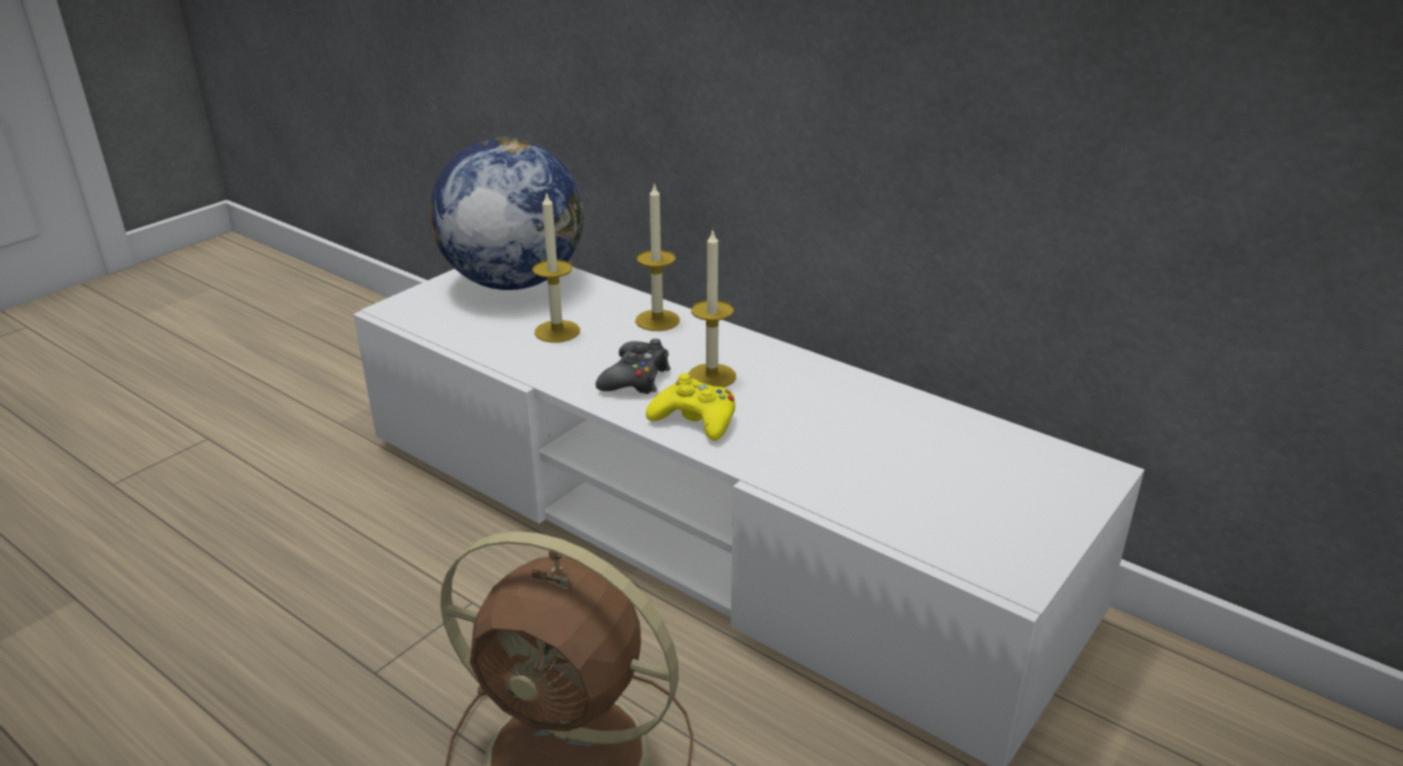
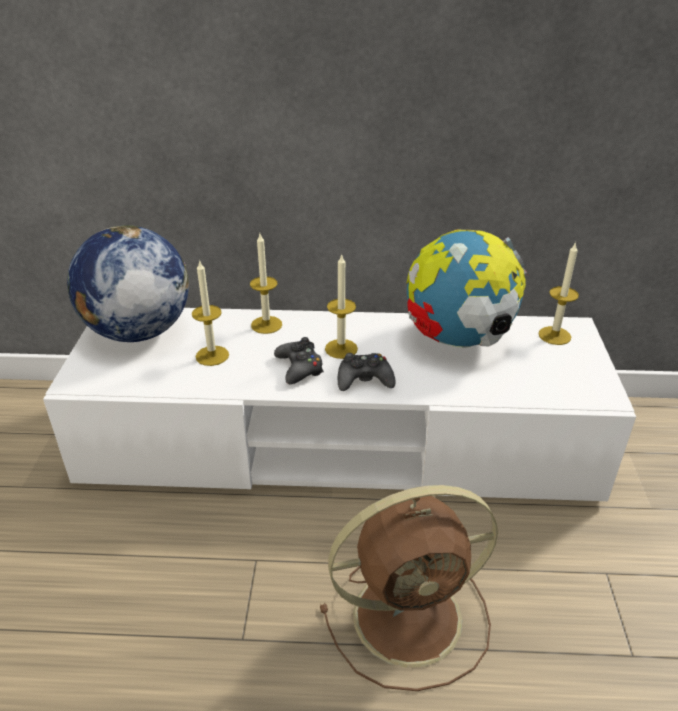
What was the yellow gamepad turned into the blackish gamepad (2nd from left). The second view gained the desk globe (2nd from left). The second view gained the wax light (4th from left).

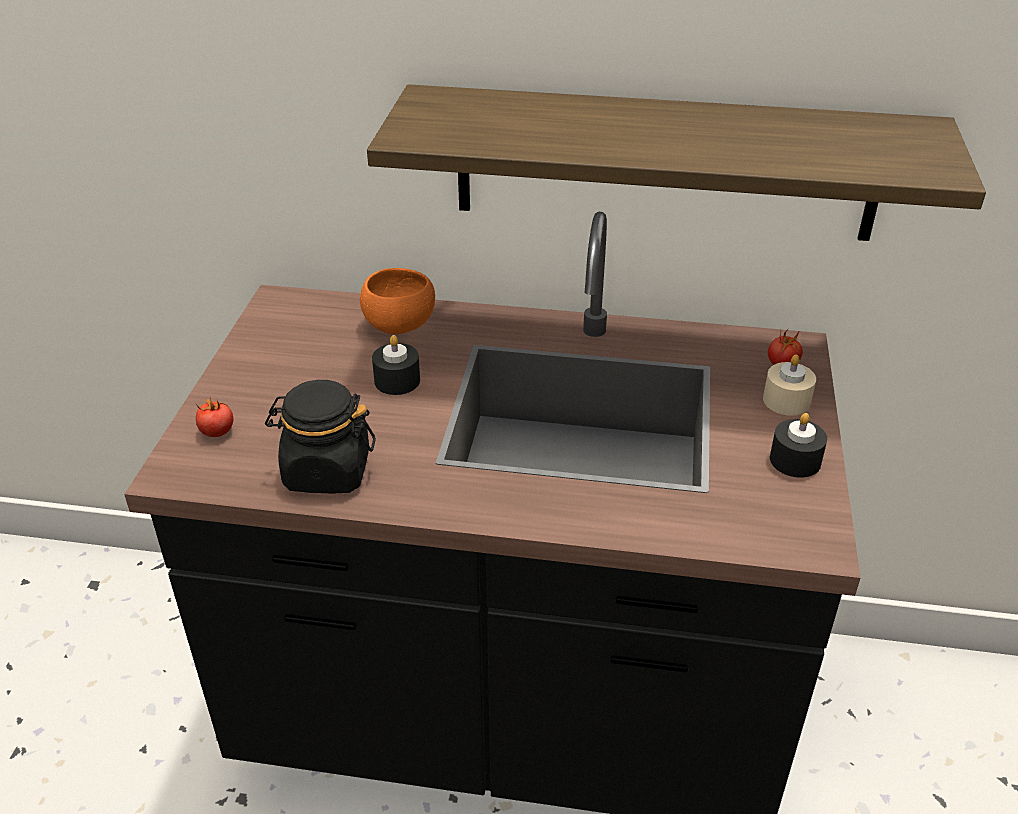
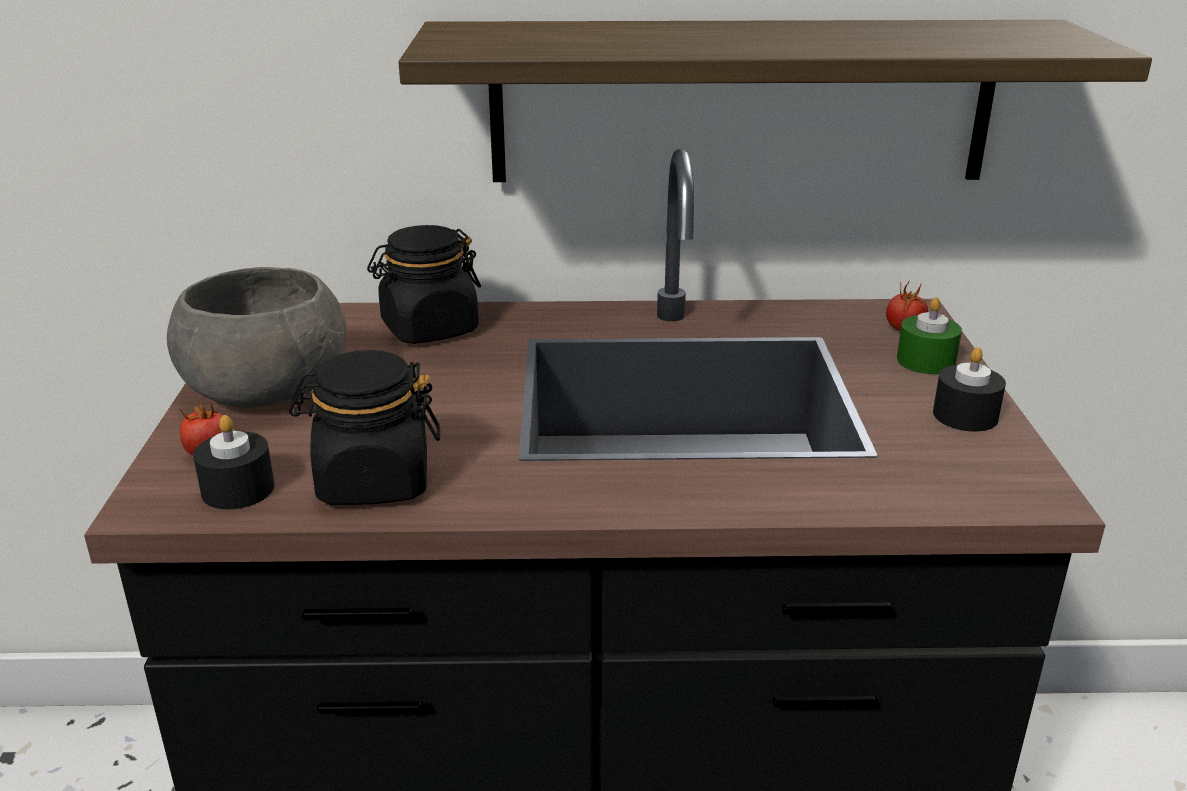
Where the orangey deep dish stood, the blackish storage jar (2nd from left) came to stand. The blackish wax light (1st from left) ended up elsewhere. What was the beige-coloured wax light turned into the green wax light. The second view gained the grey deep dish.

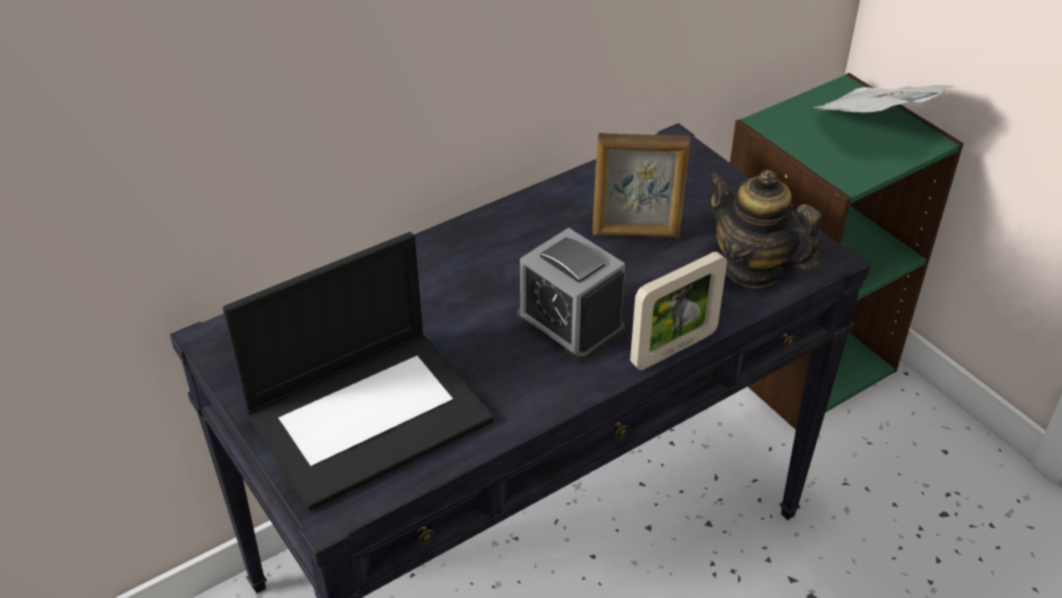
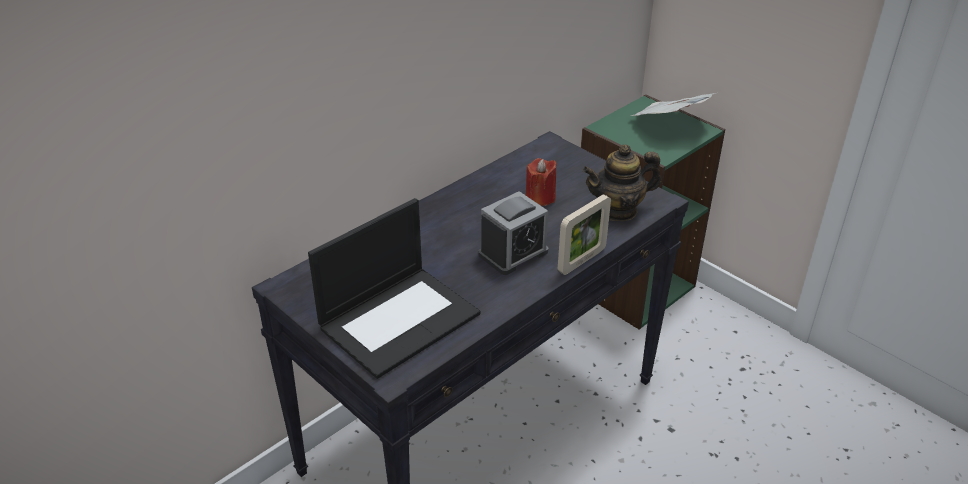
The table clock ended up facing another way, 75 degrees counterclockwise from before. Where the picture frame (1st from left) stood, the reddish wax light came to stand. The teapot ended up facing another way, 45 degrees counterclockwise from before.

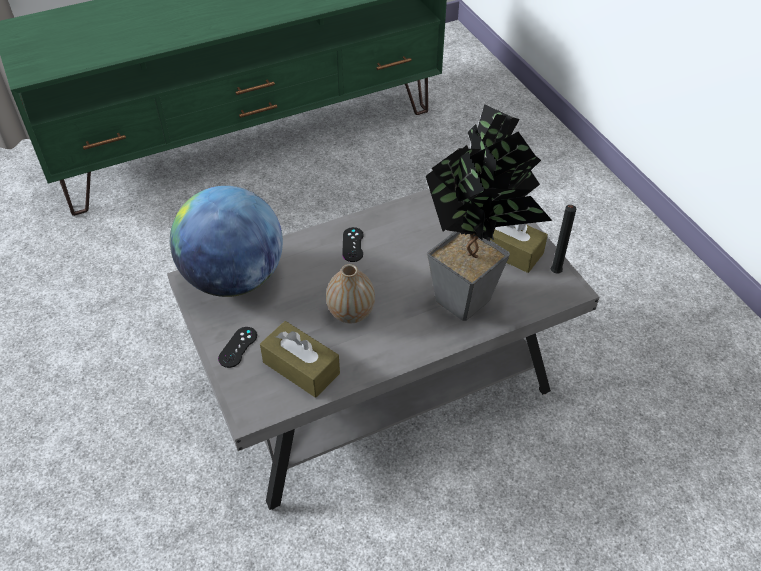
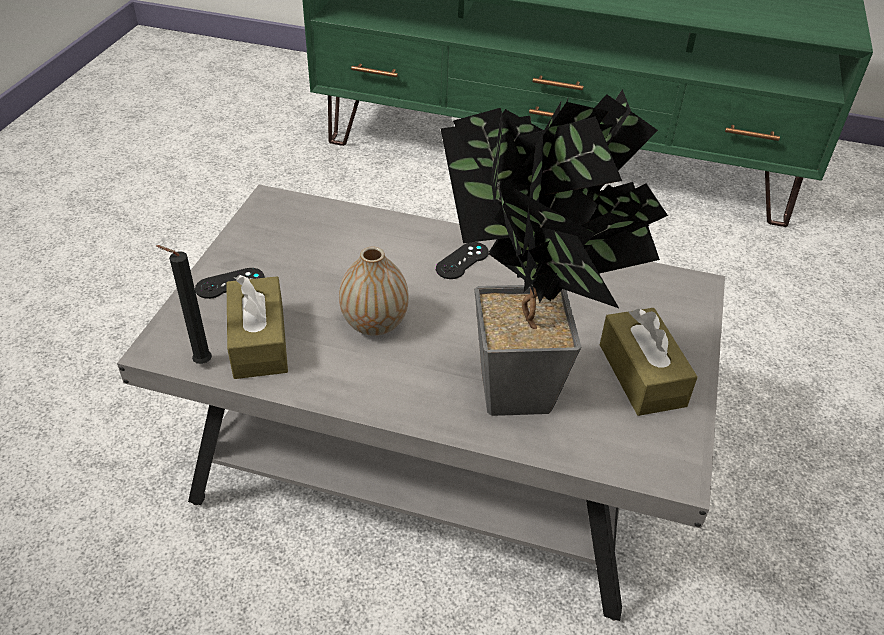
The second view lost the desk globe. The blackish wax light ended up elsewhere.

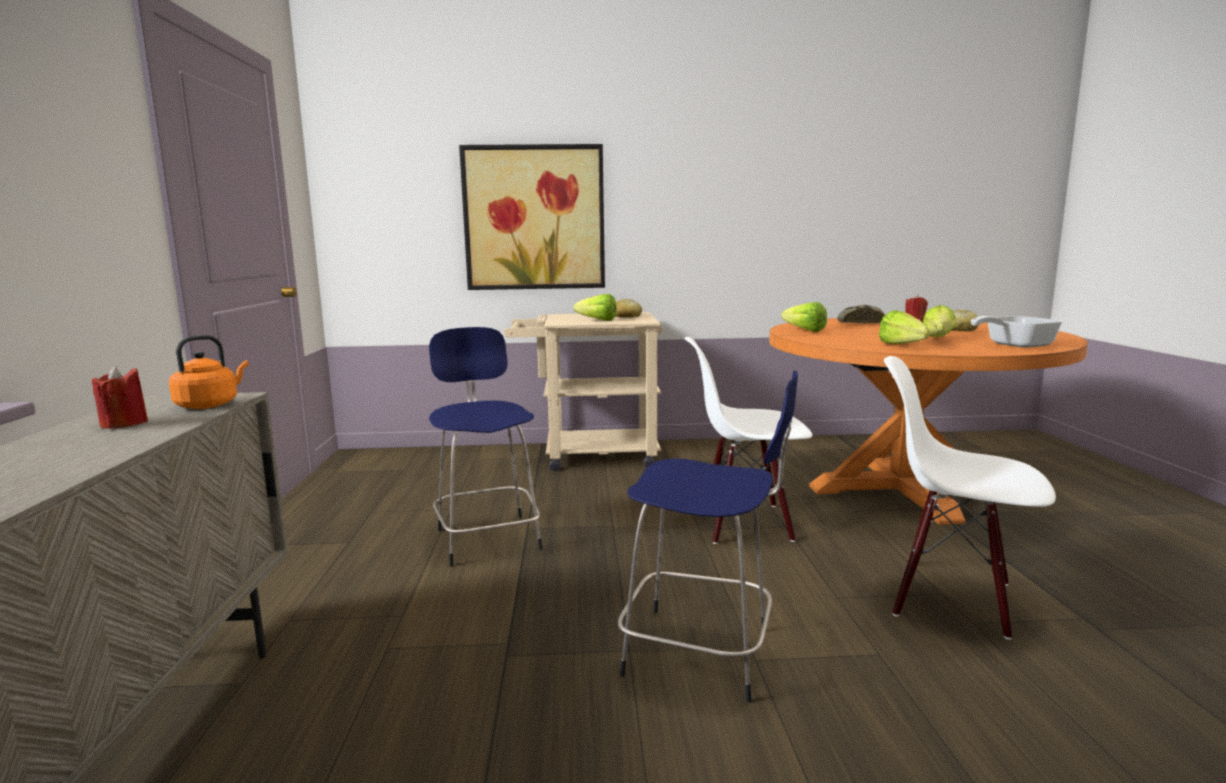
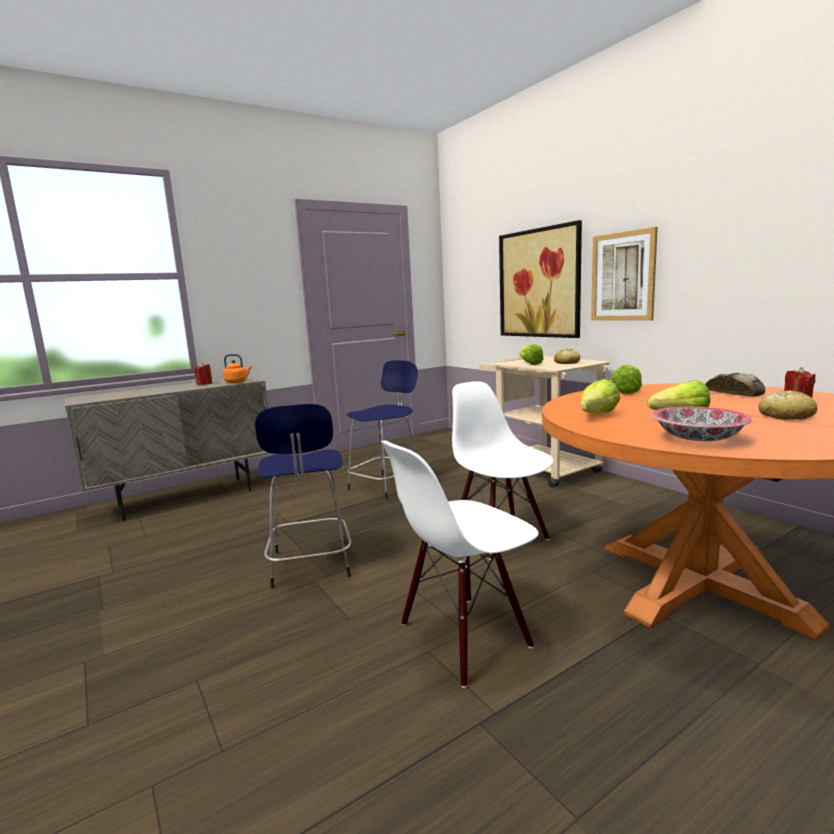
The whitish chair (2nd from left in the first image) ended up facing another way, 120 degrees counterclockwise from before. Where the pan stood, the deep dish came to stand. The second view gained the wall picture (2nd from left).

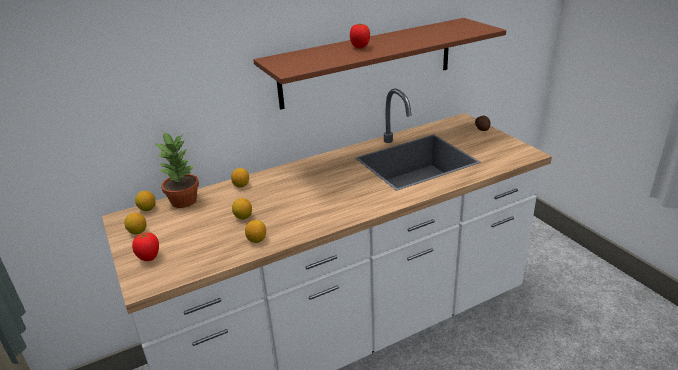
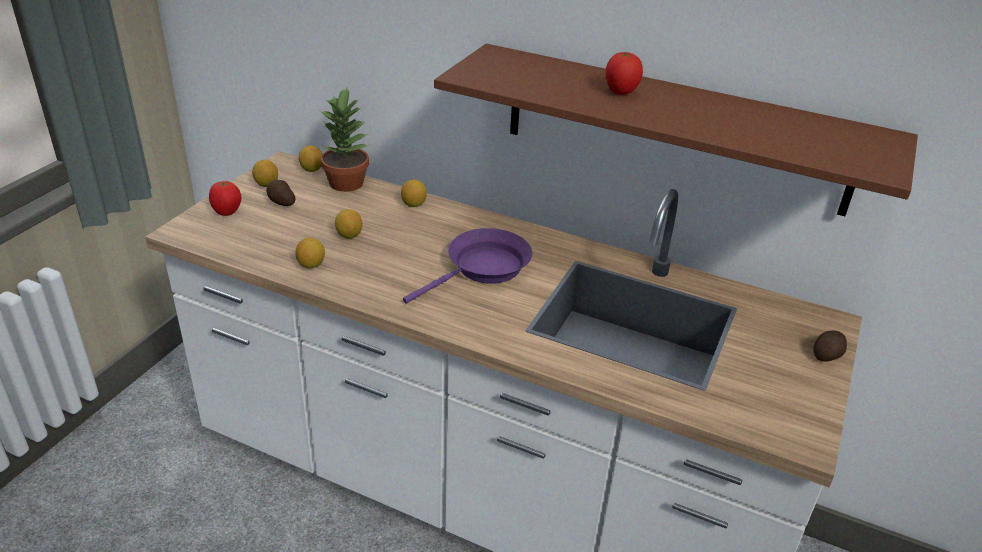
The second view gained the potato (1st from left). The second view gained the purplish pan.

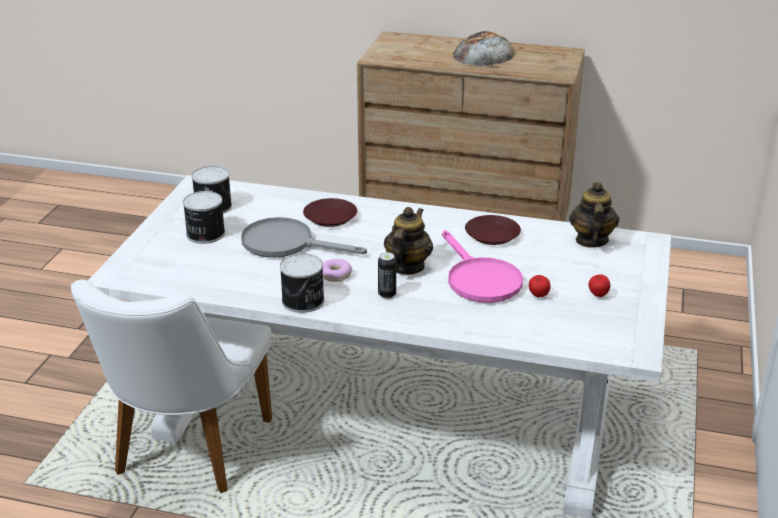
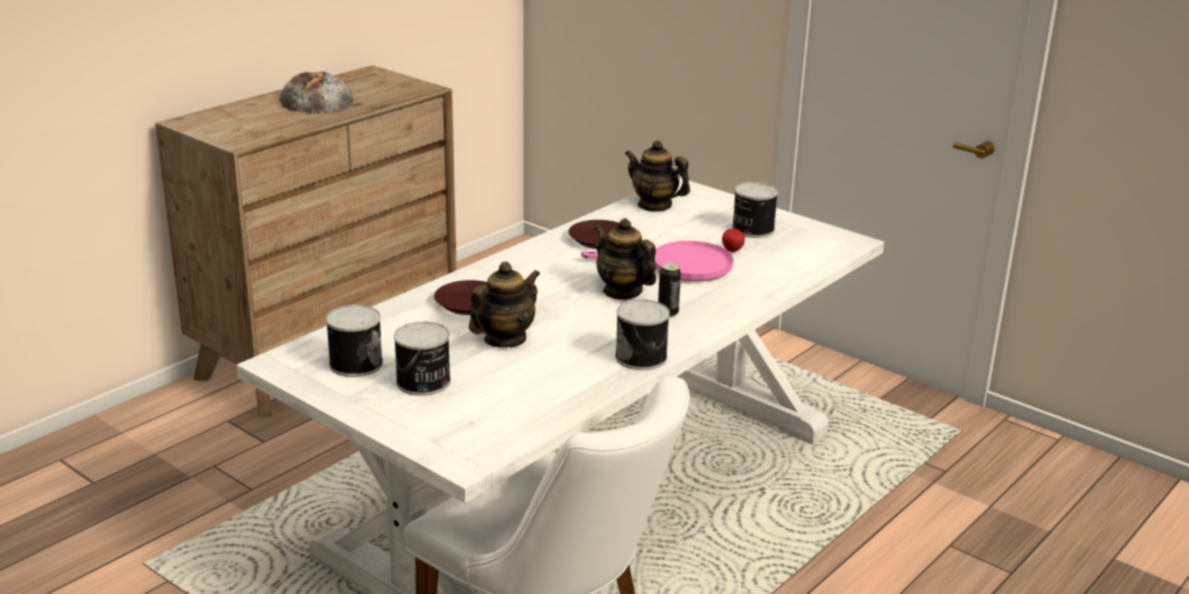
Where the grey pan stood, the teapot (1st from left) came to stand. The second view lost the doughnut. Where the whole apple (2nd from left) stood, the metal can (5th from left) came to stand.

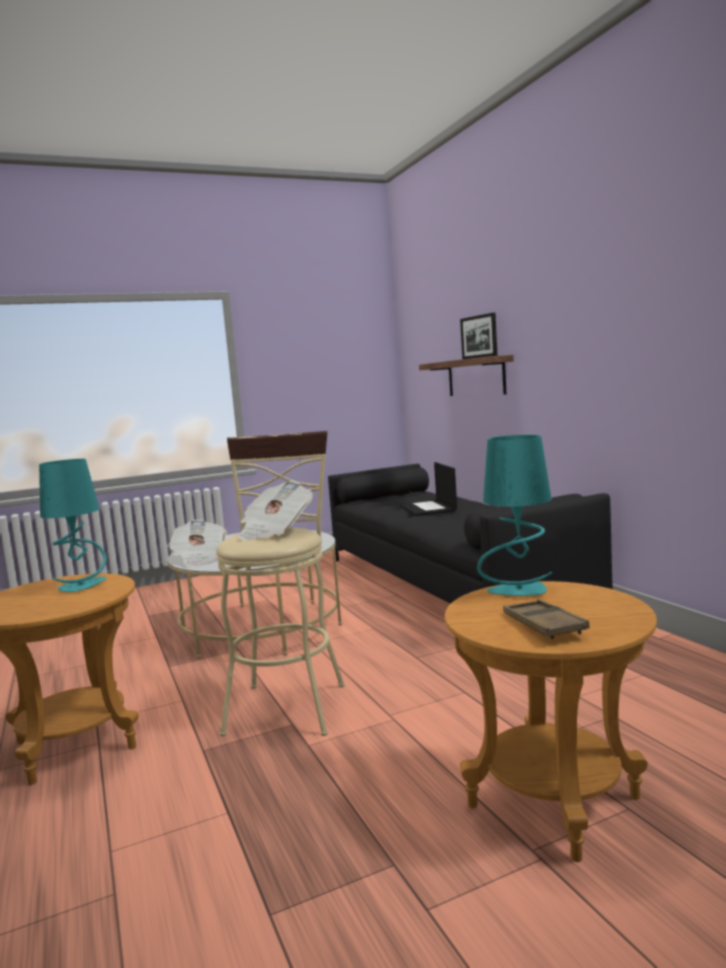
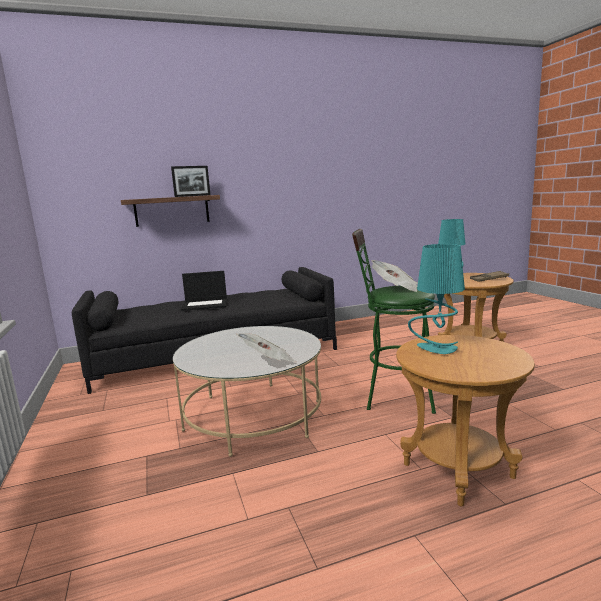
What was the beige-coloured sitting stool turned into the green sitting stool.

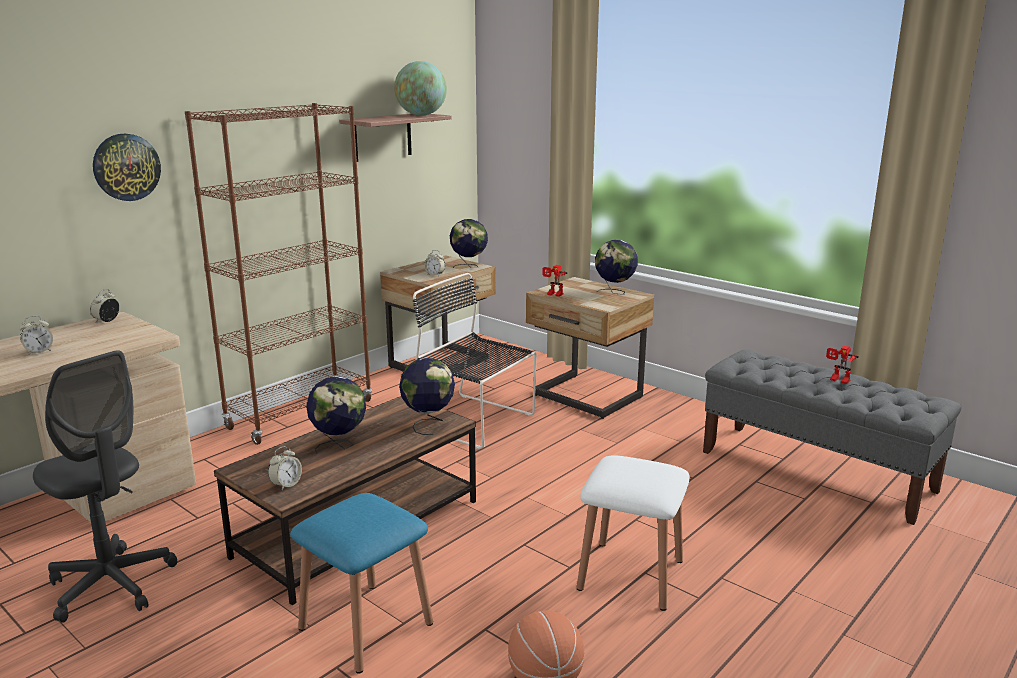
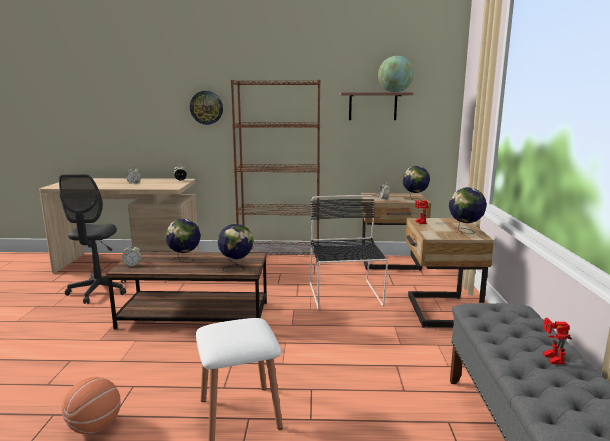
The second view lost the blue-coloured sitting stool.

